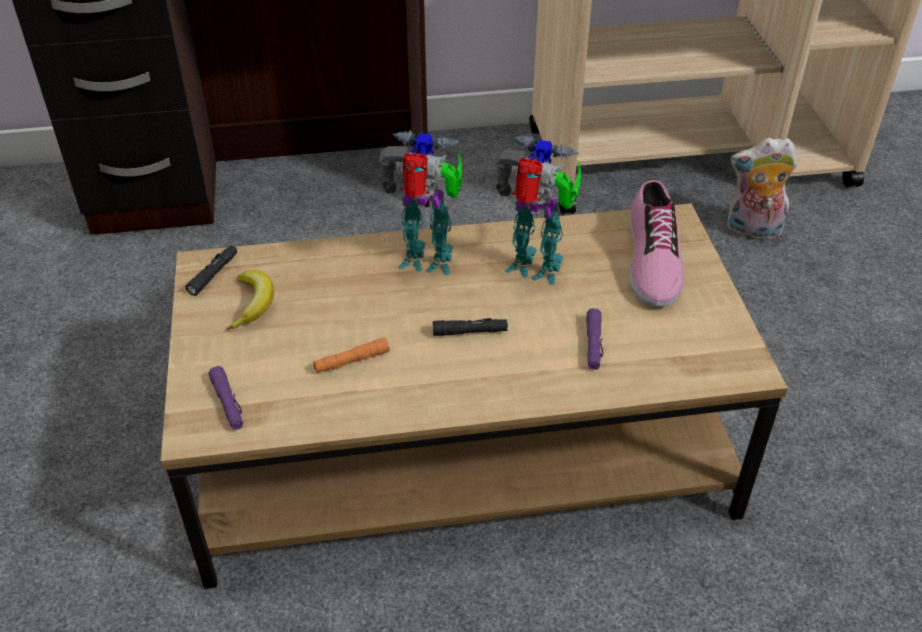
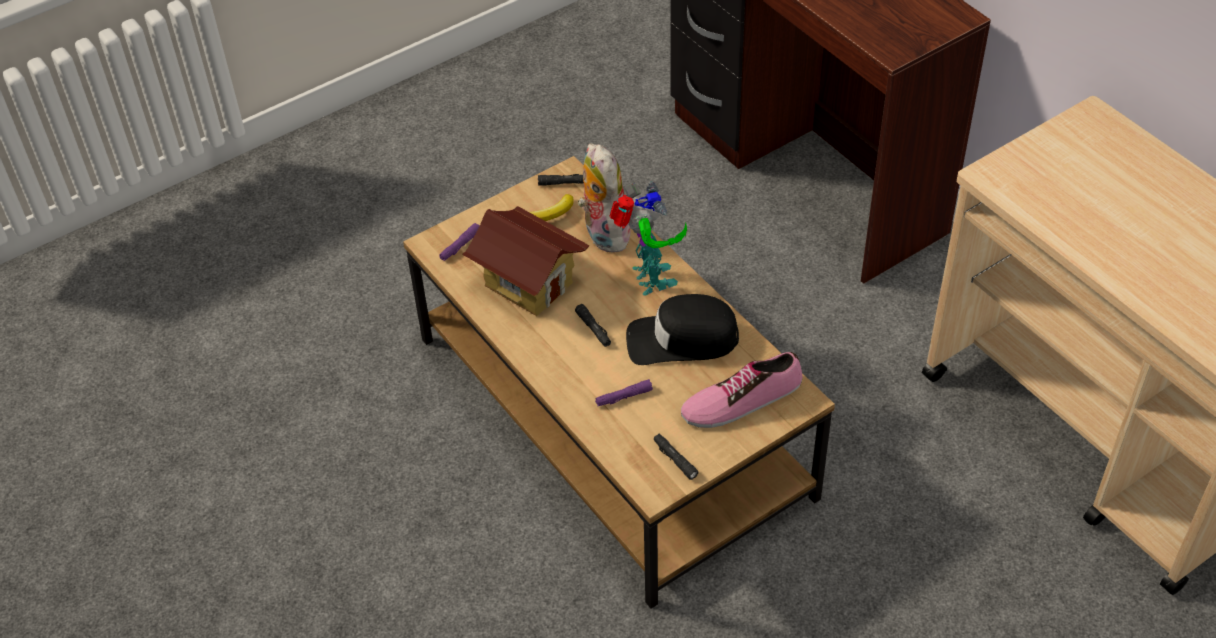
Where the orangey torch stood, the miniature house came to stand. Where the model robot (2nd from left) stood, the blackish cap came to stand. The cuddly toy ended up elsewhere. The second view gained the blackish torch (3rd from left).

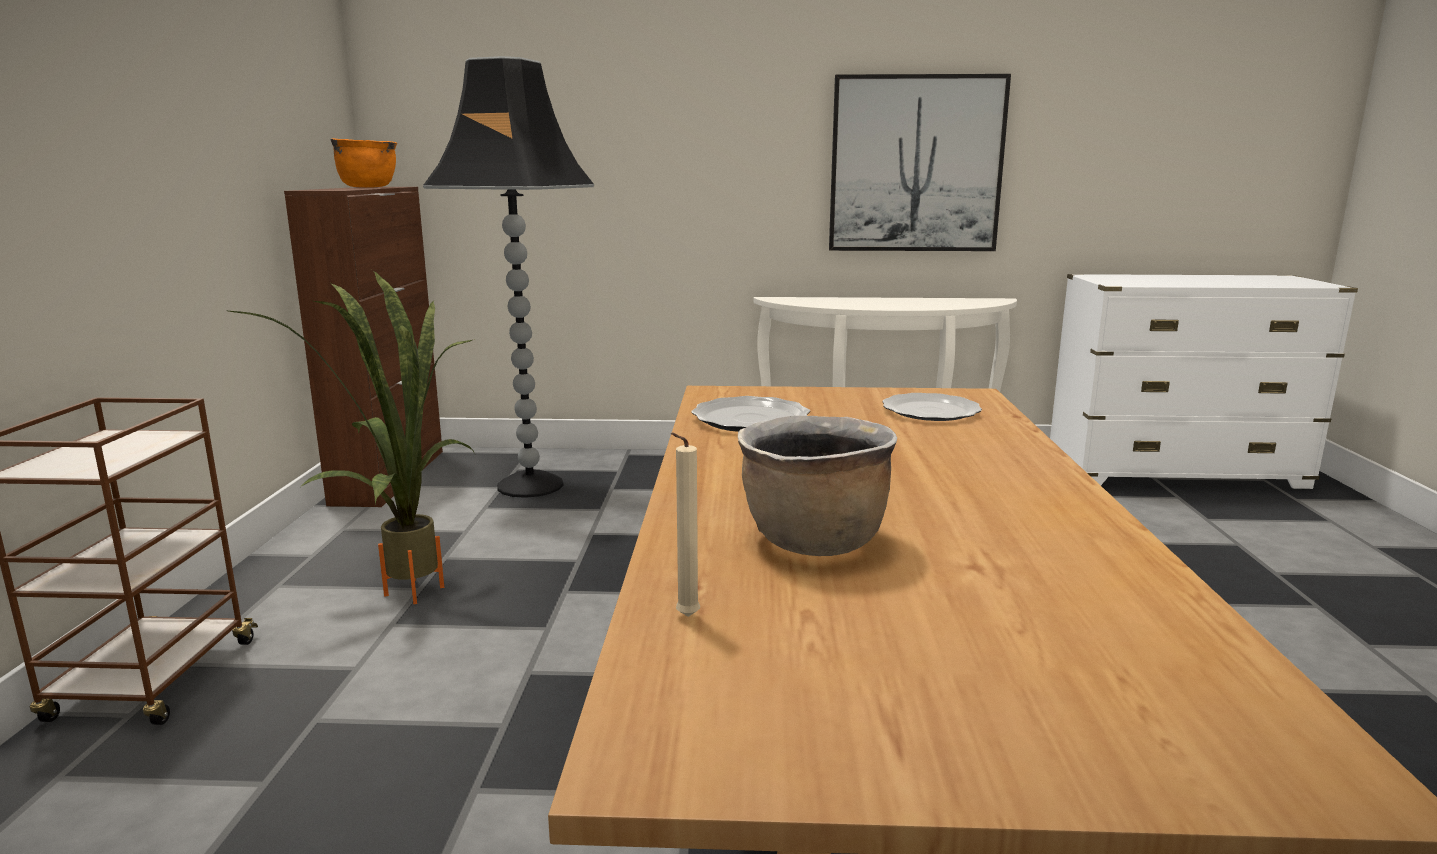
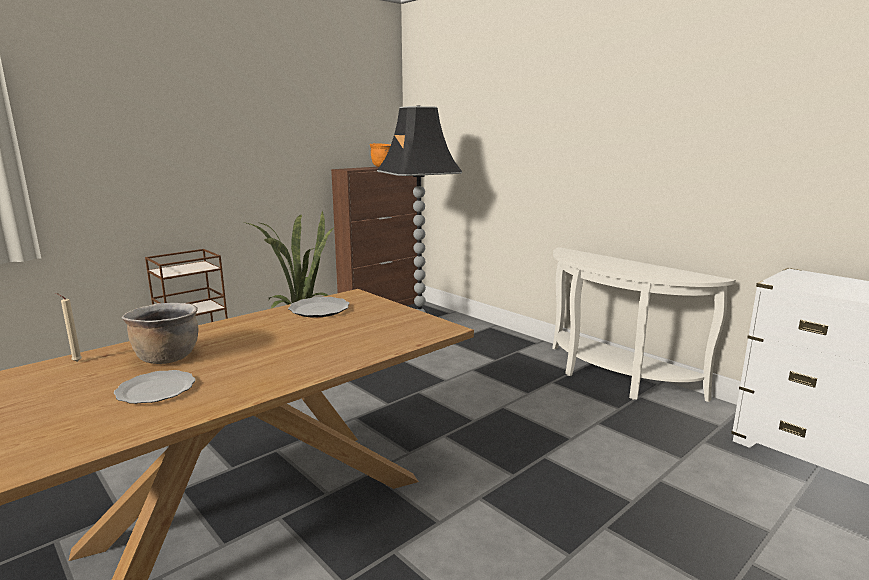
The second view lost the wall picture. The plate (2nd from left in the first image) ended up elsewhere.

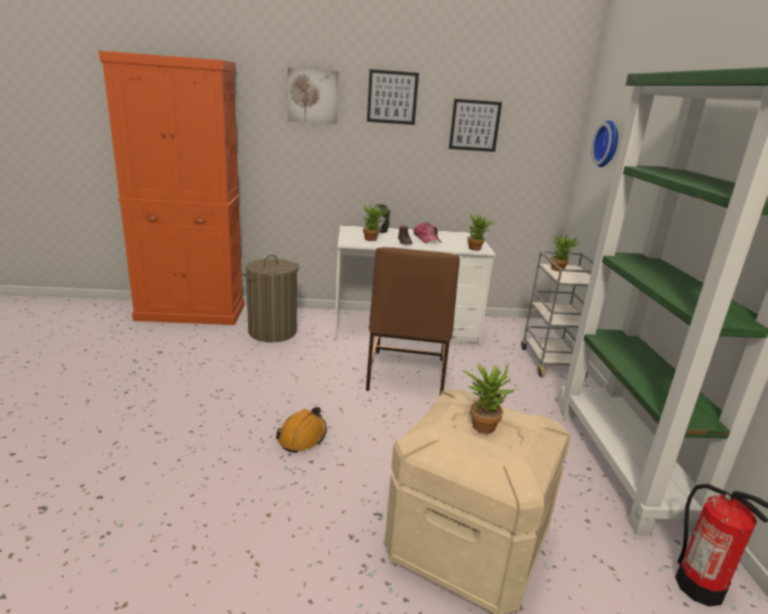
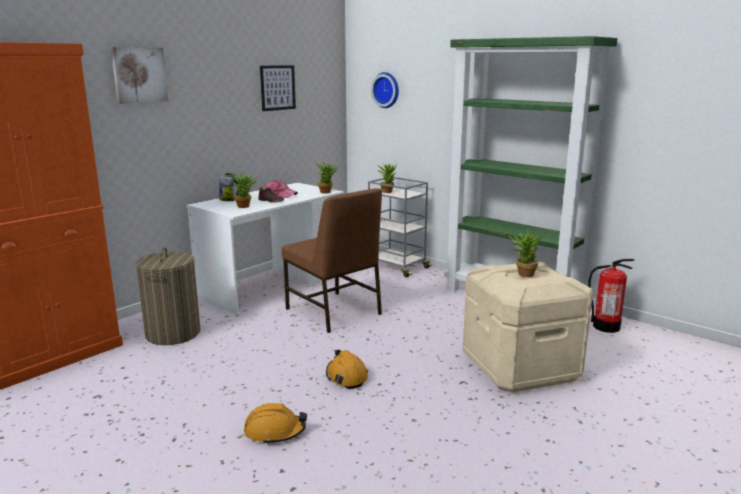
The second view lost the wall picture (2nd from left). The second view gained the orangey hard hat (1st from left).

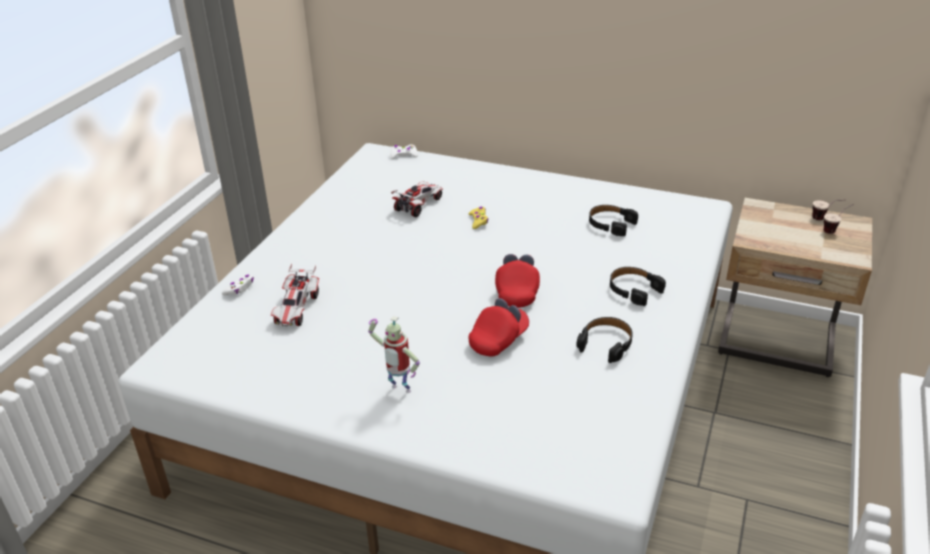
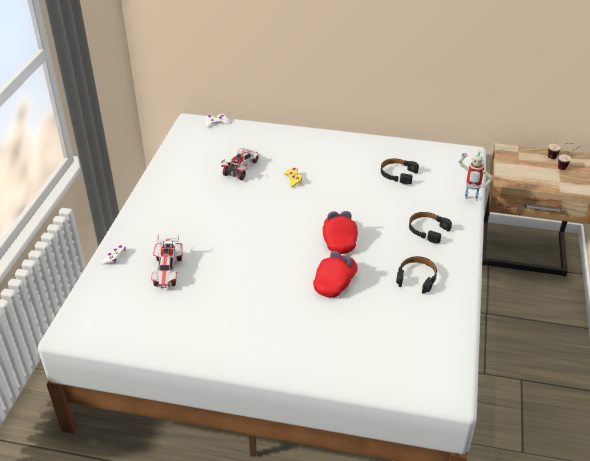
The model robot ended up elsewhere.

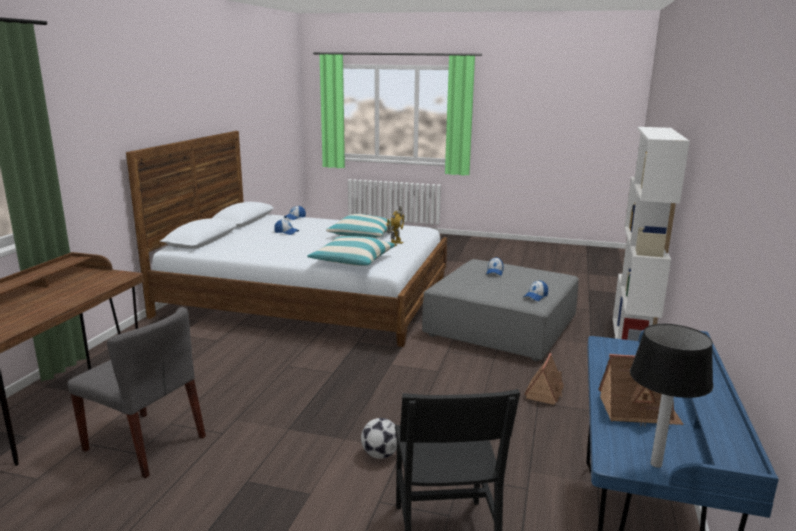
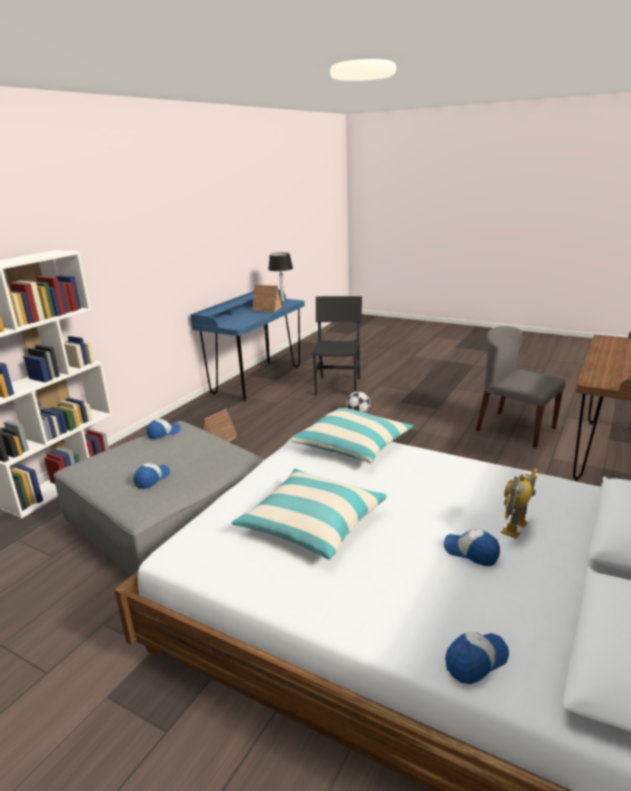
The model robot ended up elsewhere.

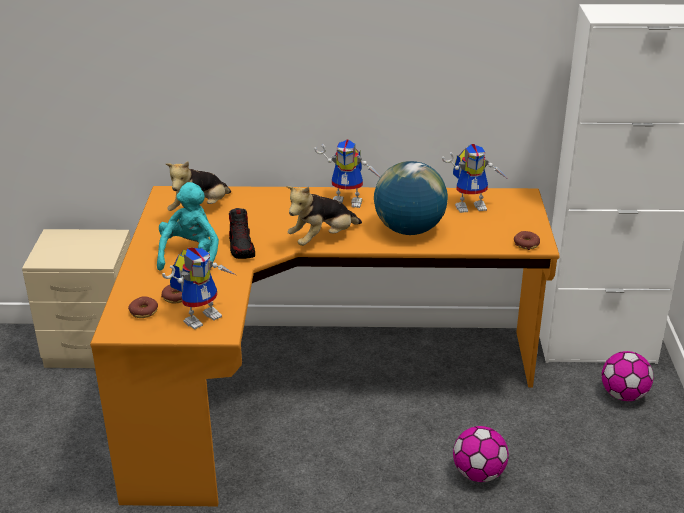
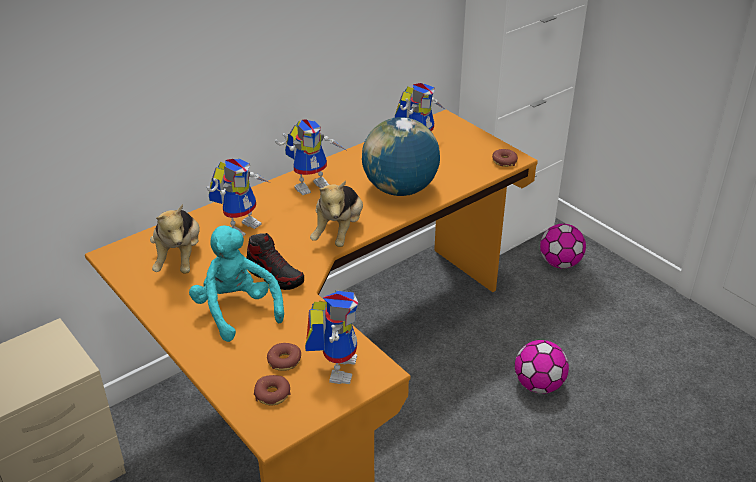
The second view gained the model robot (1st from left).

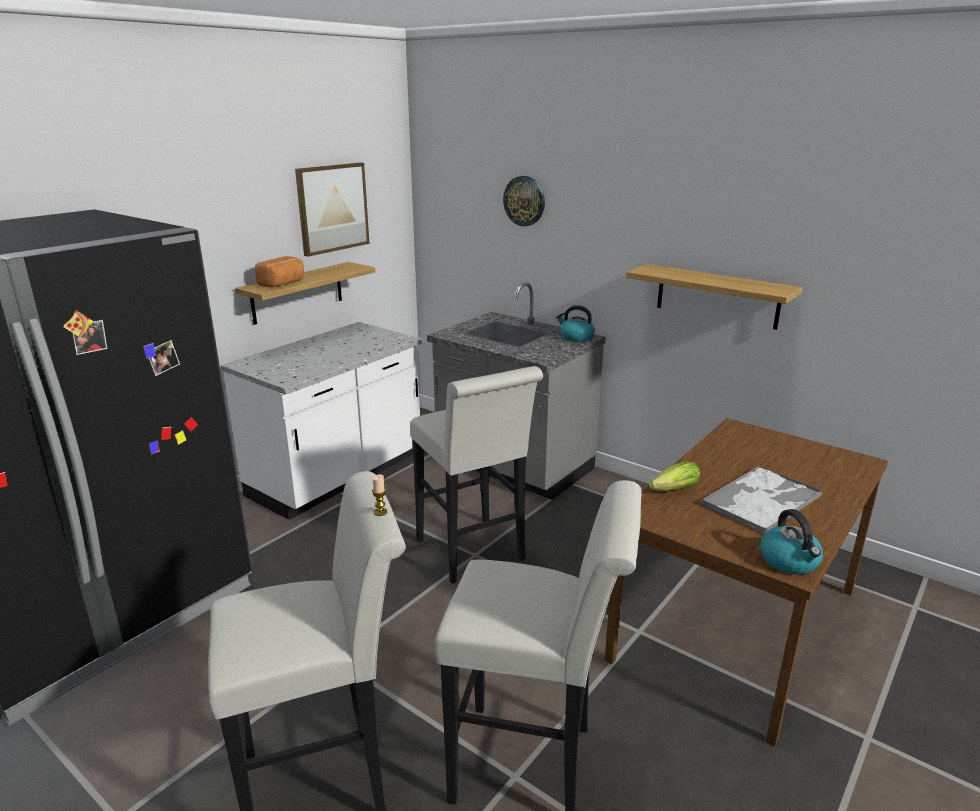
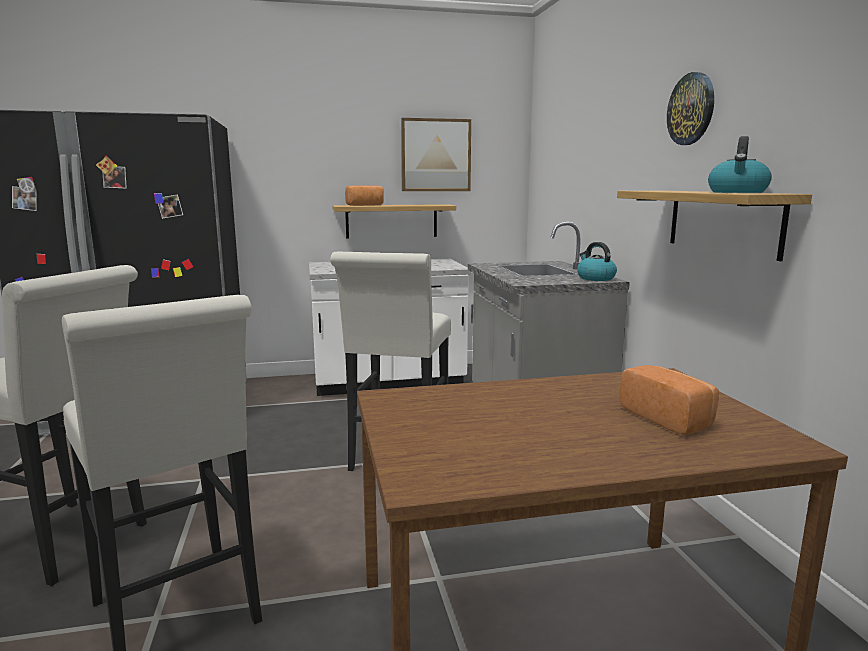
The second view lost the wax light. The clock on the wall ended up elsewhere. The second view lost the lettuce. The second view lost the tray. The kettle (2nd from left) ended up elsewhere. The second view gained the baked bread (2nd from left).

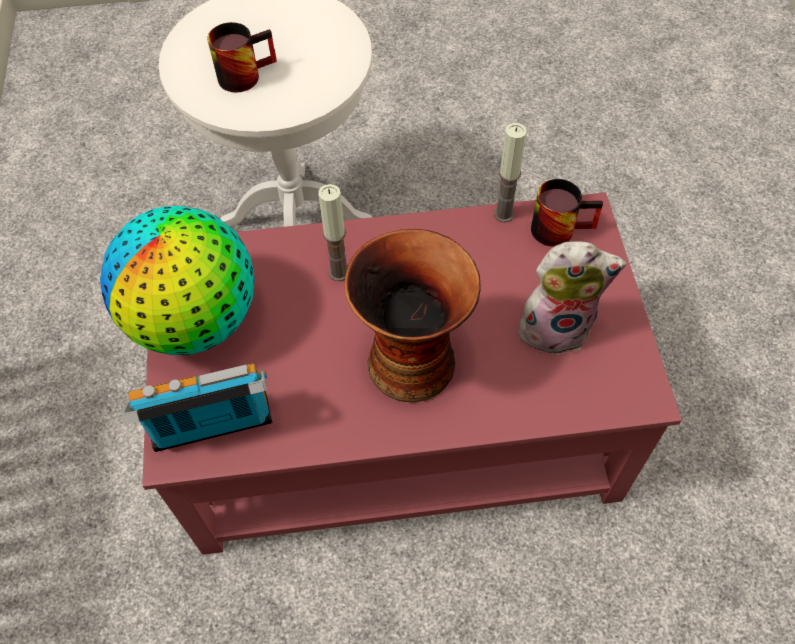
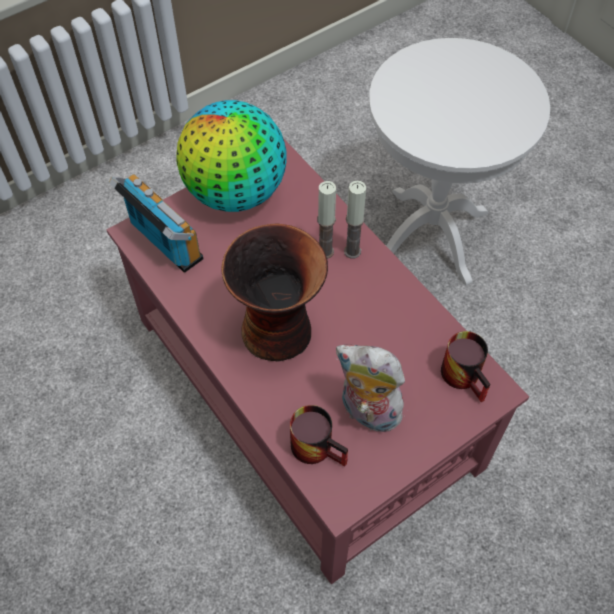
The tea mug (1st from left) ended up elsewhere. The wax light (2nd from left) ended up elsewhere. The cuddly toy ended up facing another way, 150 degrees clockwise from before.

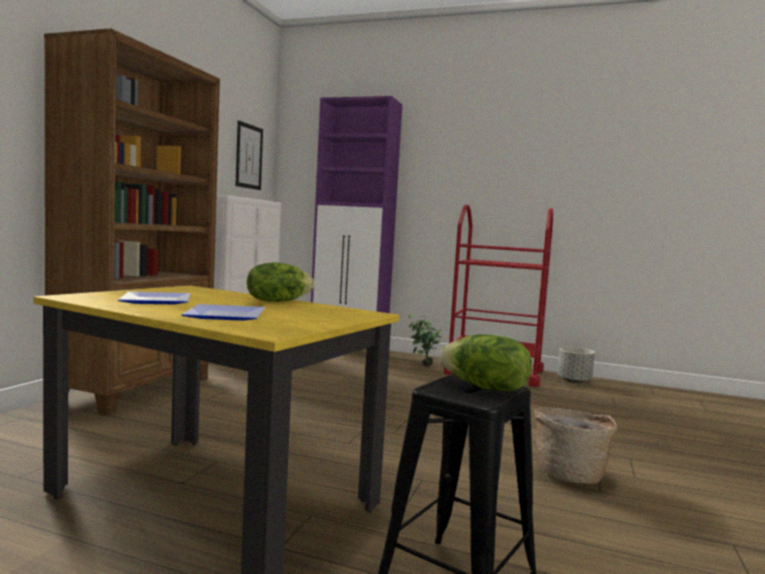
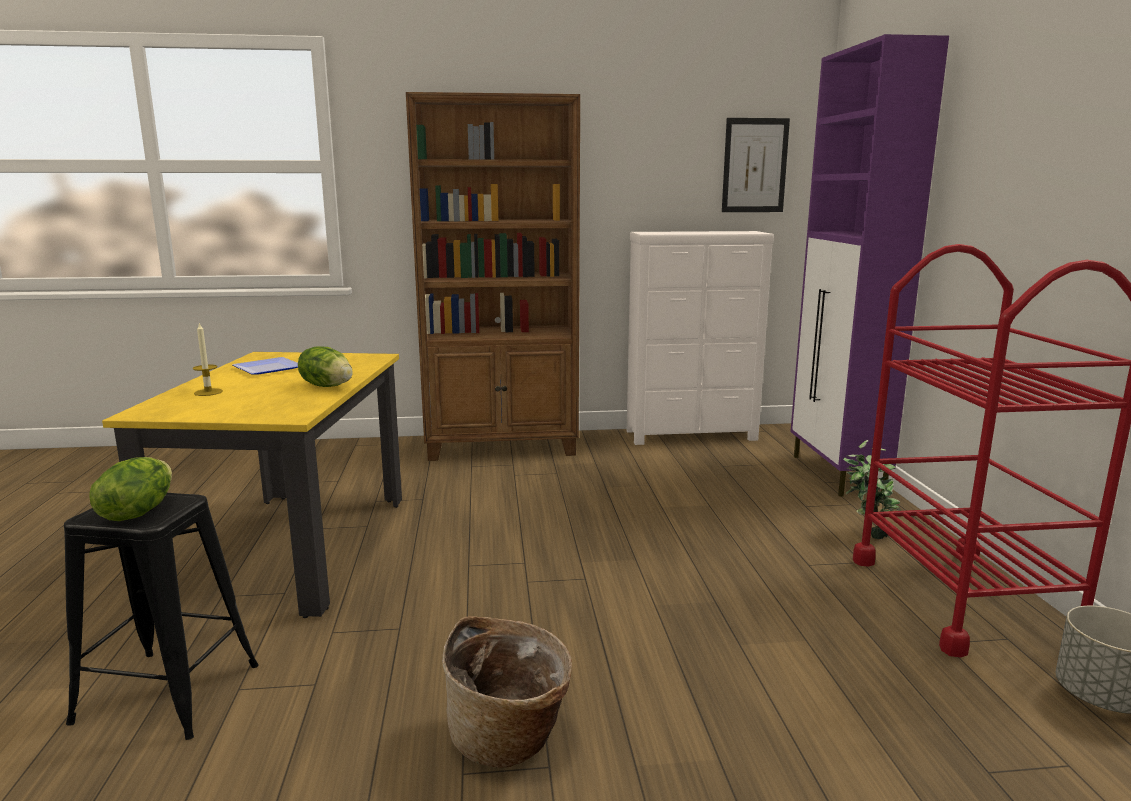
Where the plate (2nd from left) stood, the wax light came to stand.

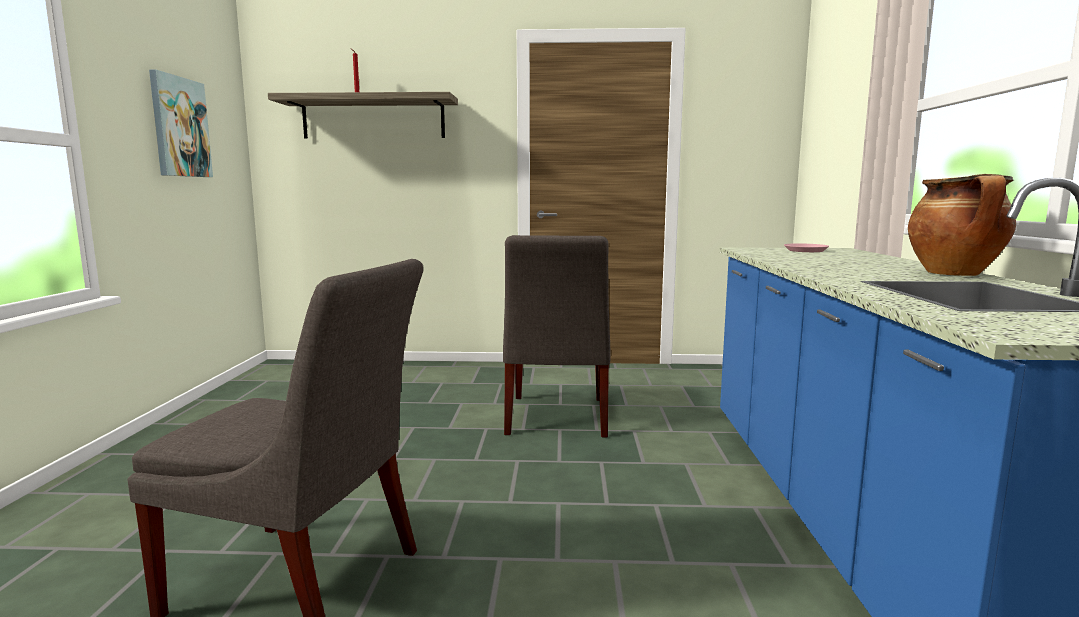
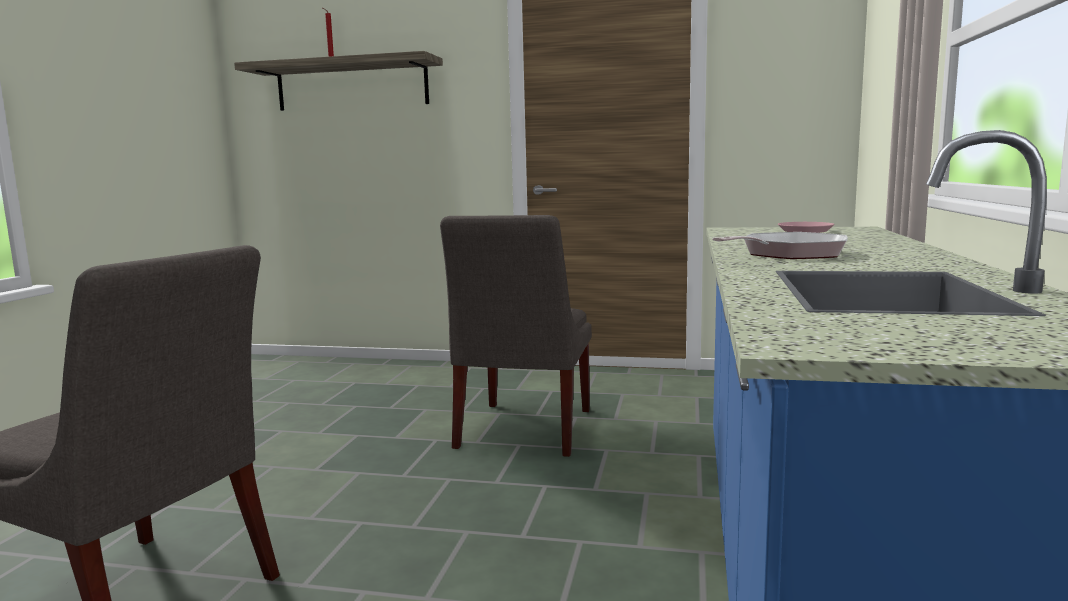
The second view lost the wall picture. The second view lost the saucepot. The second view gained the pan.

